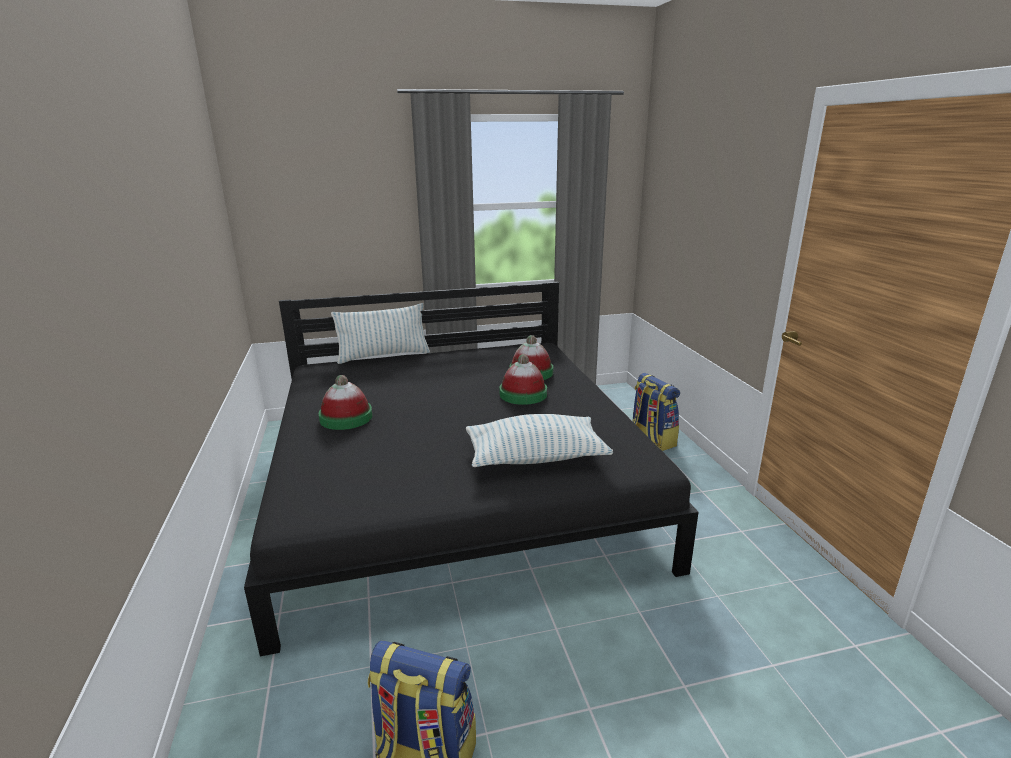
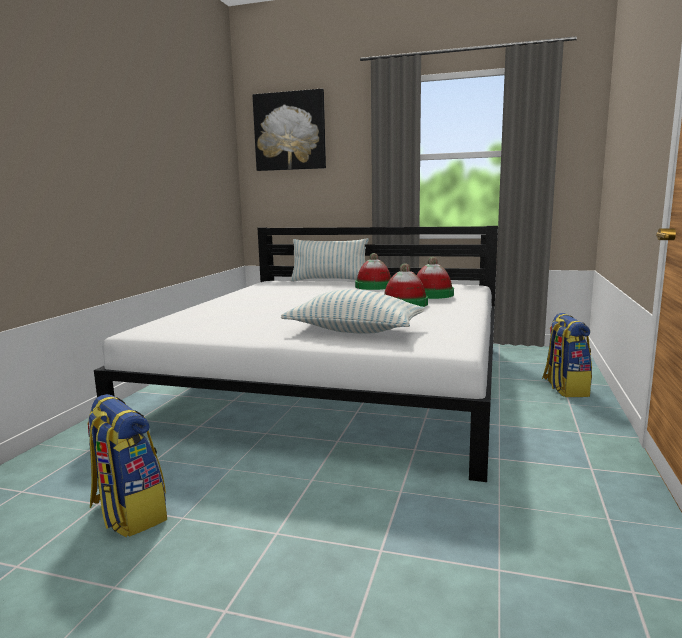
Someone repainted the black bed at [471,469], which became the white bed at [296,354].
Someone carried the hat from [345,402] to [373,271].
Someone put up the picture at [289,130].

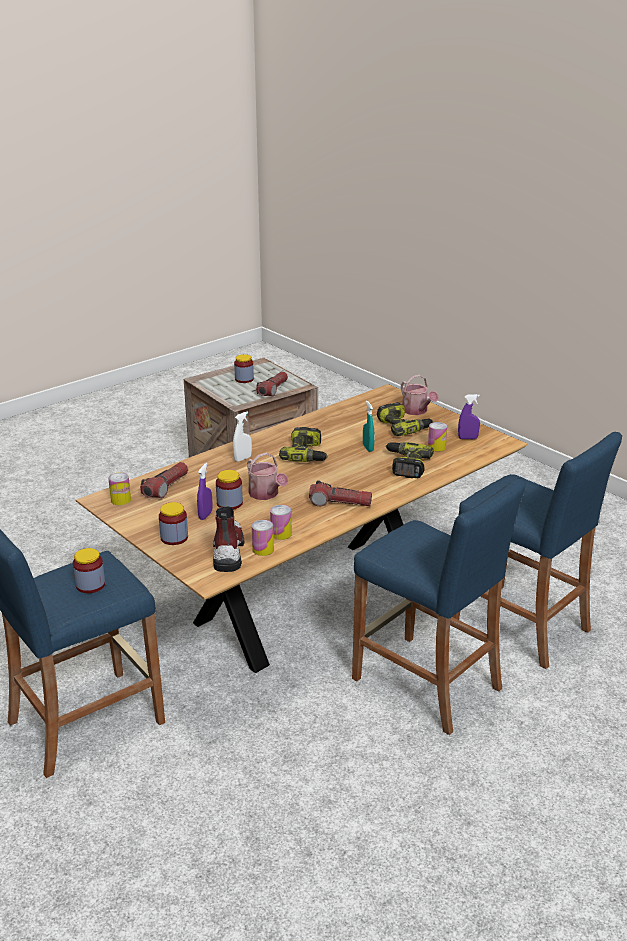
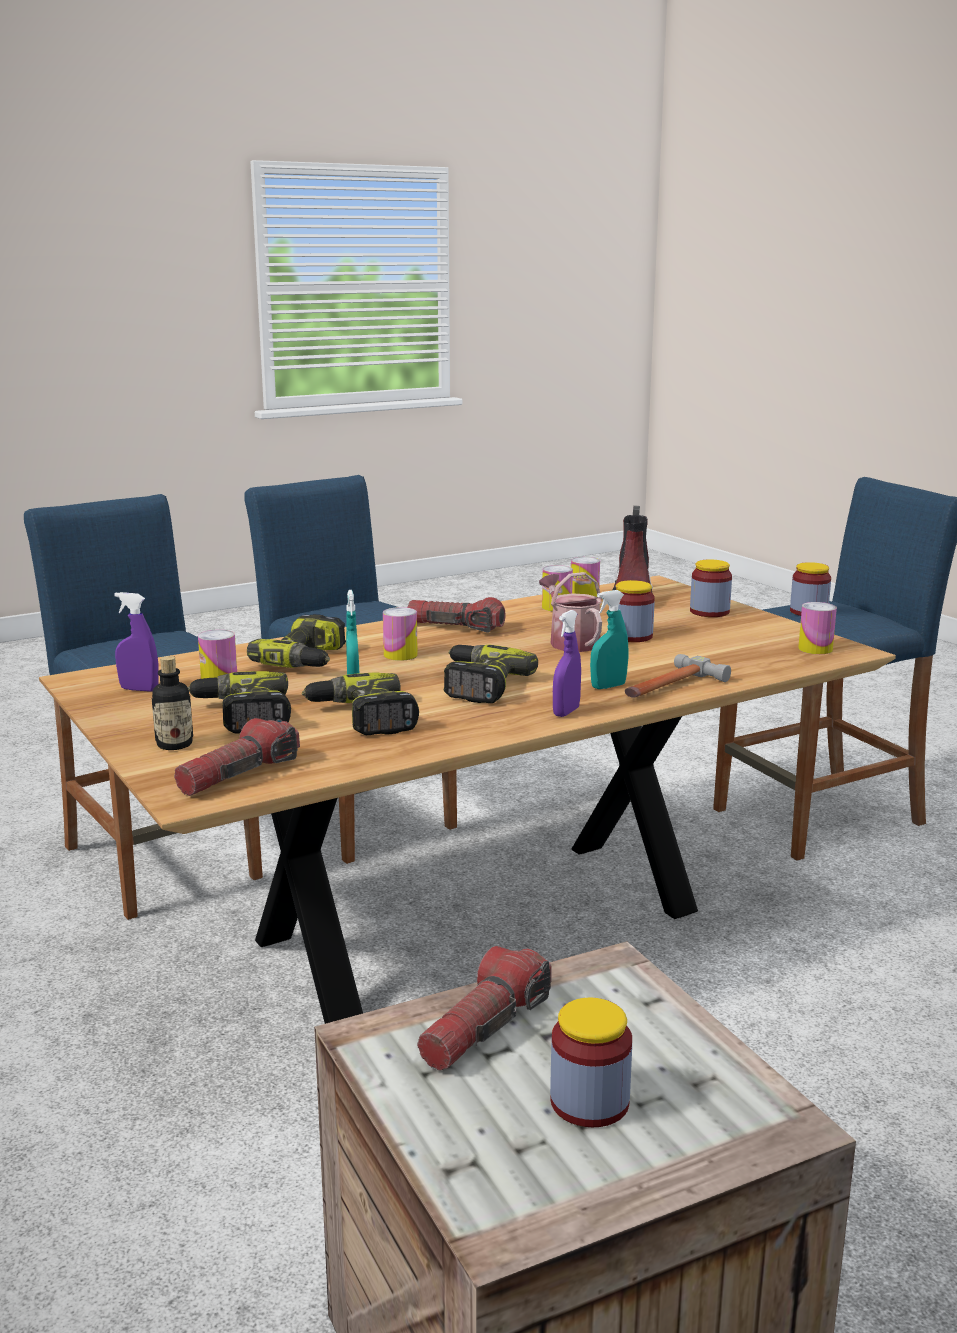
Someone swapped the watering can at [420,395] for the bottle at [172,703].
Someone repainted the white spray bottle at [242,436], which became the turquoise spray bottle at [609,639].
Someone carried the flashlight from [164,480] to [237,757].
Someone carried the purple spray bottle from [205,491] to [567,663].
Someone put down the can at [400,634].
Someone put down the hammer at [678,676].
Someone put down the power drill at [360,704].

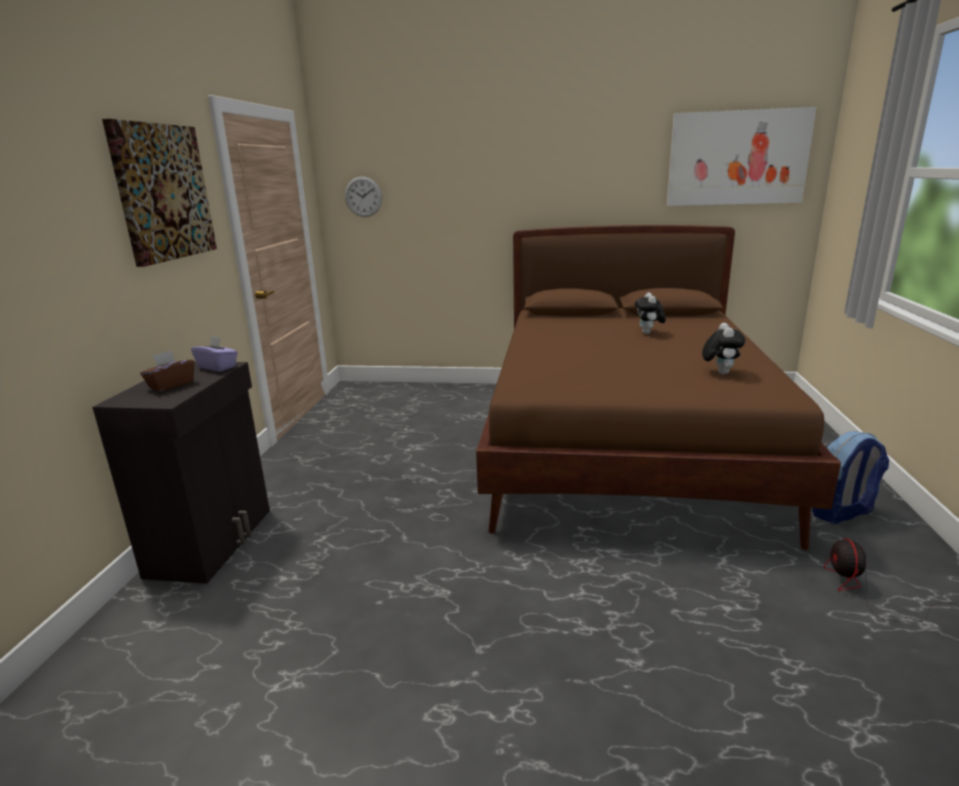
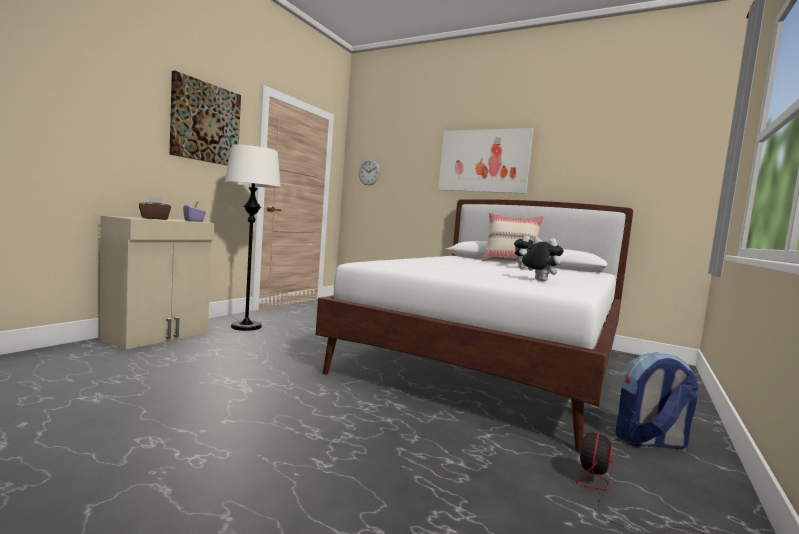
Someone carried the picture from [741,156] to [486,161].
Someone repainted the brown bed at [658,387], which became the white bed at [474,325].
Someone rotated the plush toy at [724,348] by 75 degrees counterclockwise.
Someone repainted the black cabinet at [181,472], which became the beige cabinet at [156,283].
Someone put down the white floor lamp at [253,238].
Someone put down the beige pillow at [513,236].

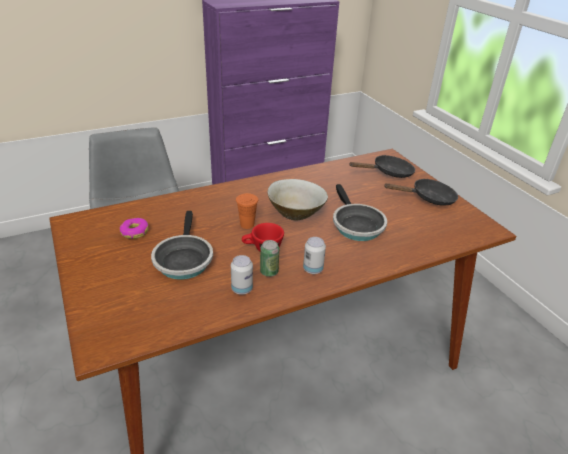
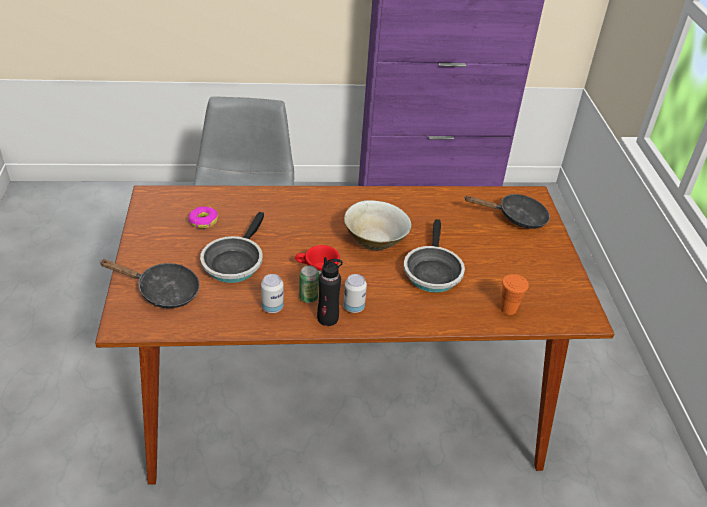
Someone carried the black frying pan from [421,192] to [149,283].
Someone carried the orange cup from [247,211] to [515,294].
Someone put down the black bottle at [330,291].

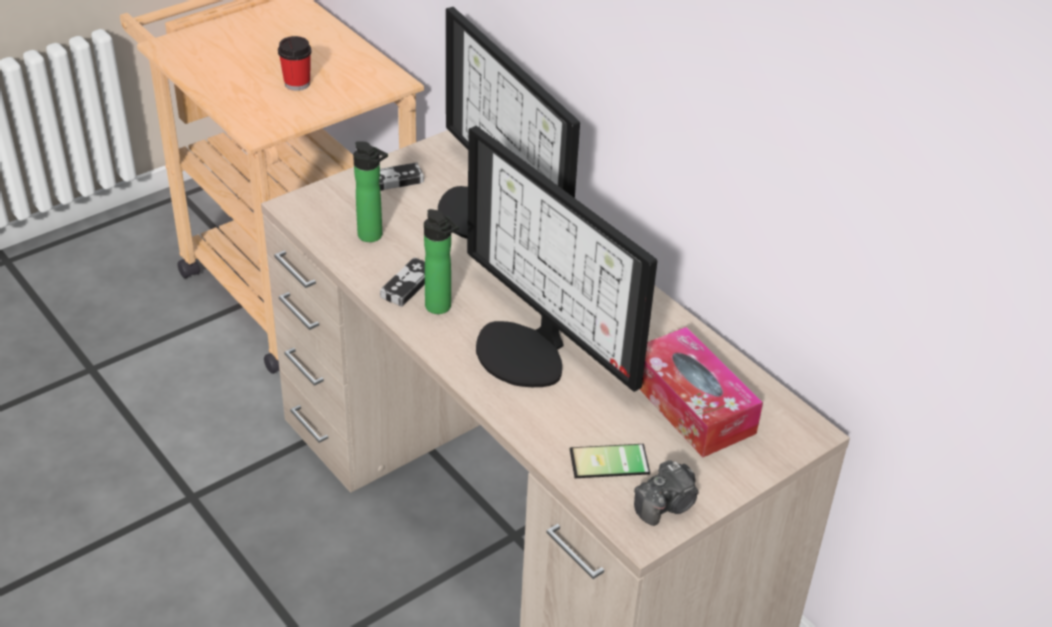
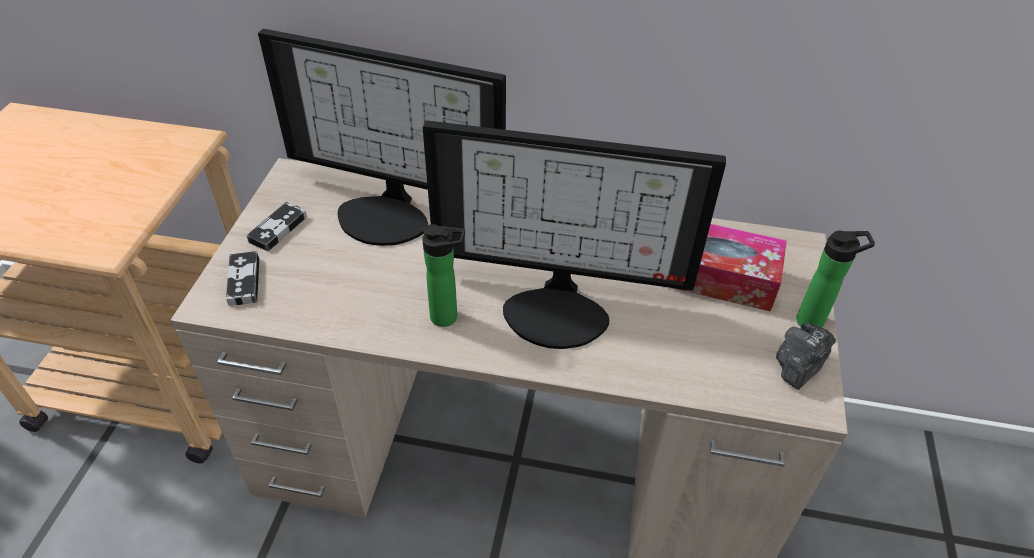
Someone took away the cup at [295,63].
Someone carried the bottle from [370,191] to [835,279].
Someone carried the game controller from [402,282] to [242,278].
Someone took away the phone at [610,461].
Someone rotated the photo camera at [666,493] by 150 degrees counterclockwise.

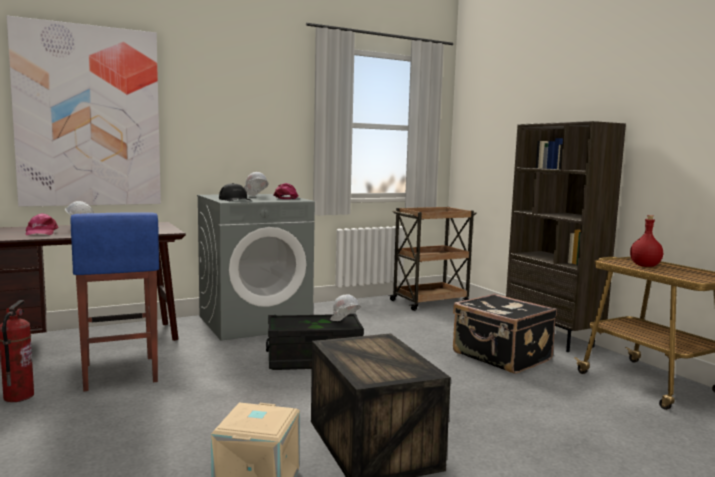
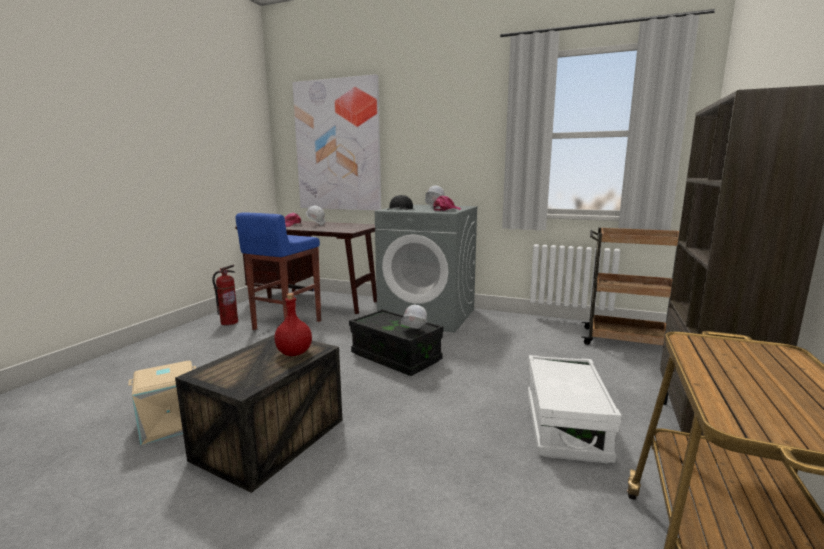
Someone carried the red bottle from [646,241] to [293,324].
Someone swapped the black suitcase at [505,333] for the white storage box at [575,409].

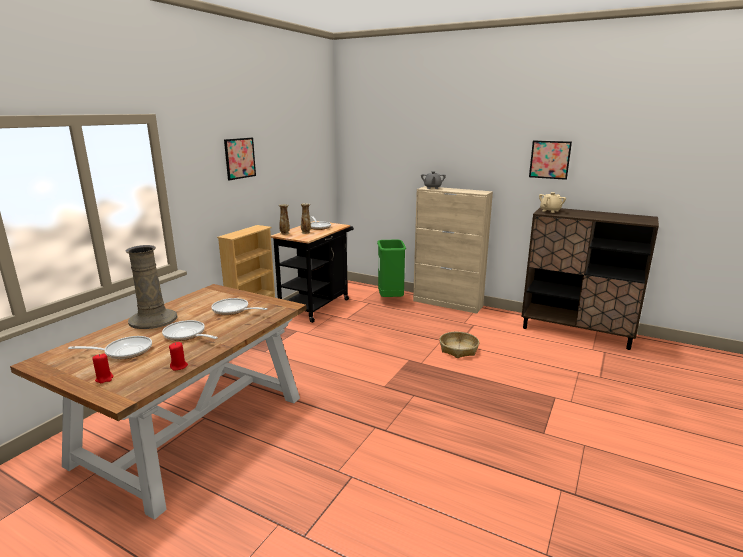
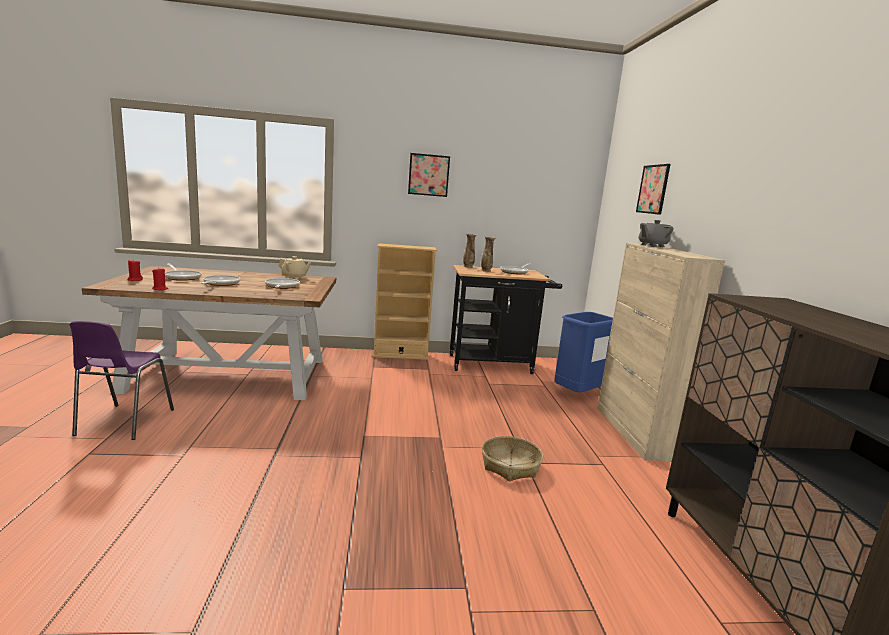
Someone carried the picture from [550,160] to [653,189].
Someone carried the beige teapot from [552,202] to [294,268].
Someone repainted the green trash can at [391,268], which became the blue trash can at [583,352].
Someone took away the beige vase at [152,287].
Someone put down the purple chair at [122,380].

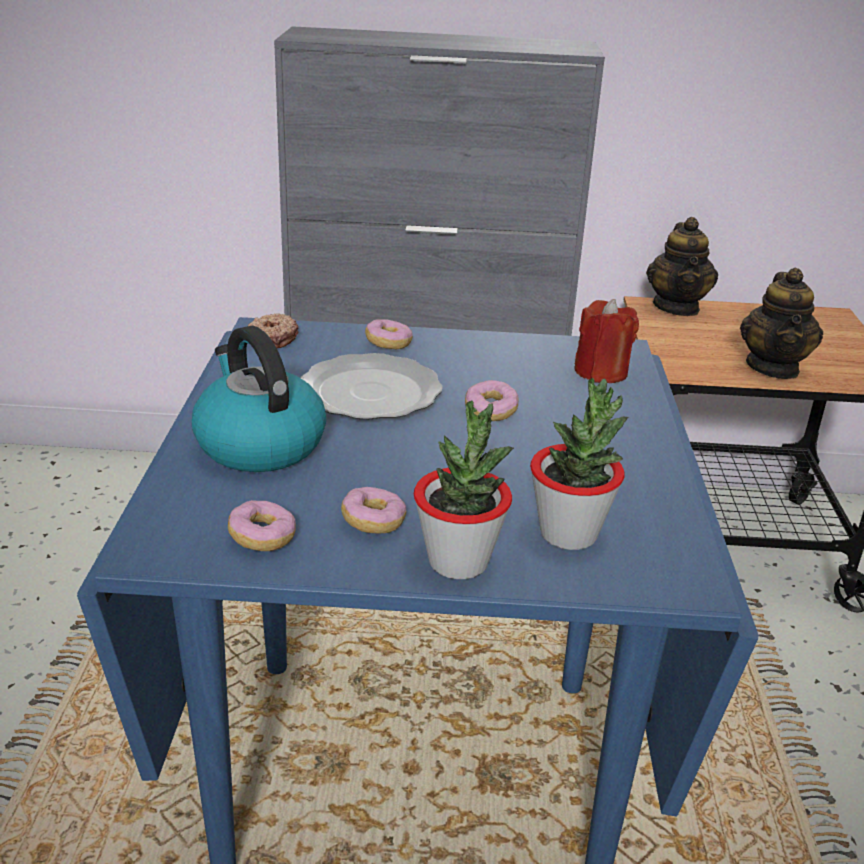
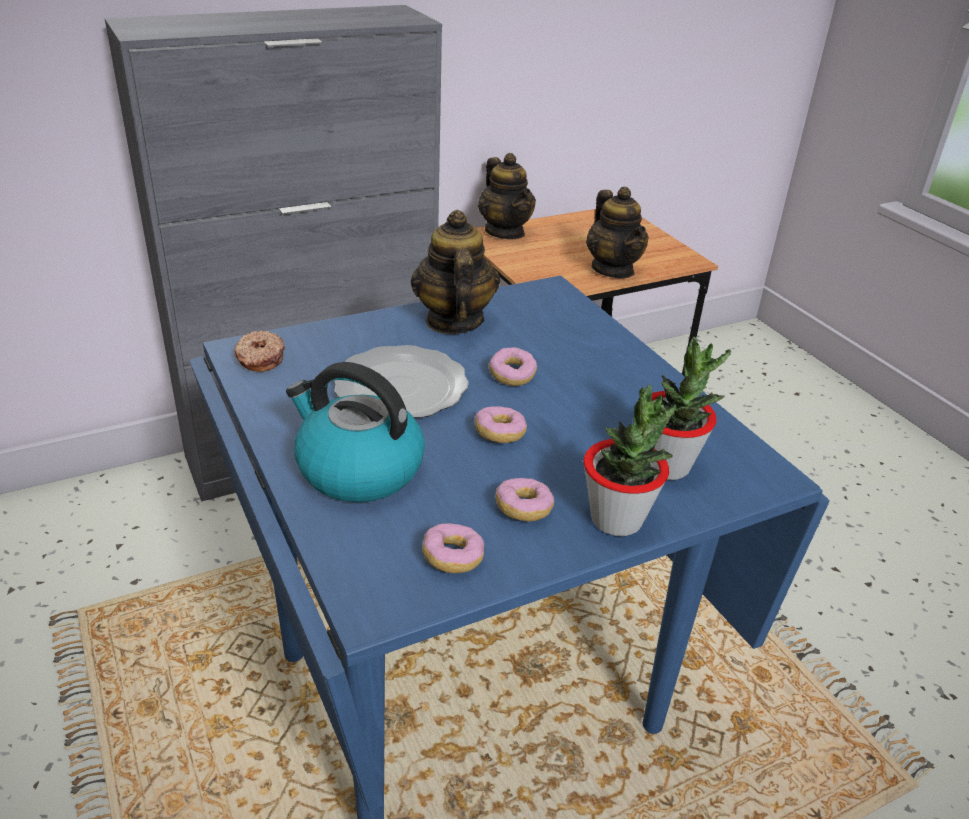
Someone took away the red candle at [606,341].
Someone carried the donut from [389,334] to [501,424].
Someone put down the teapot at [455,272].

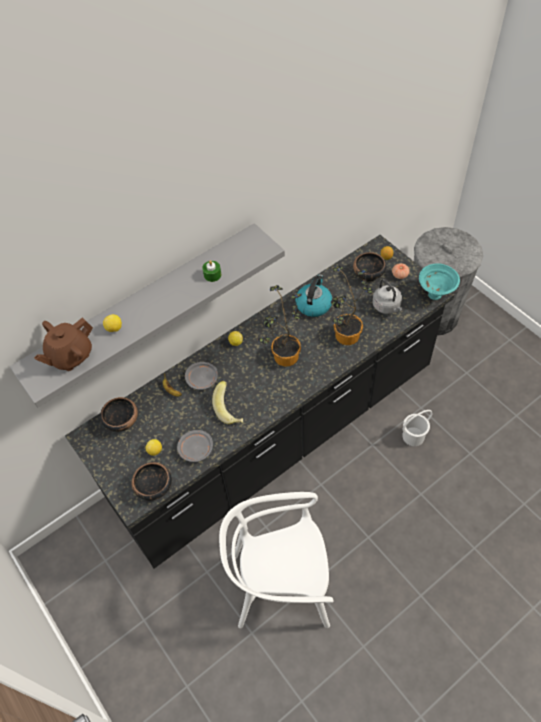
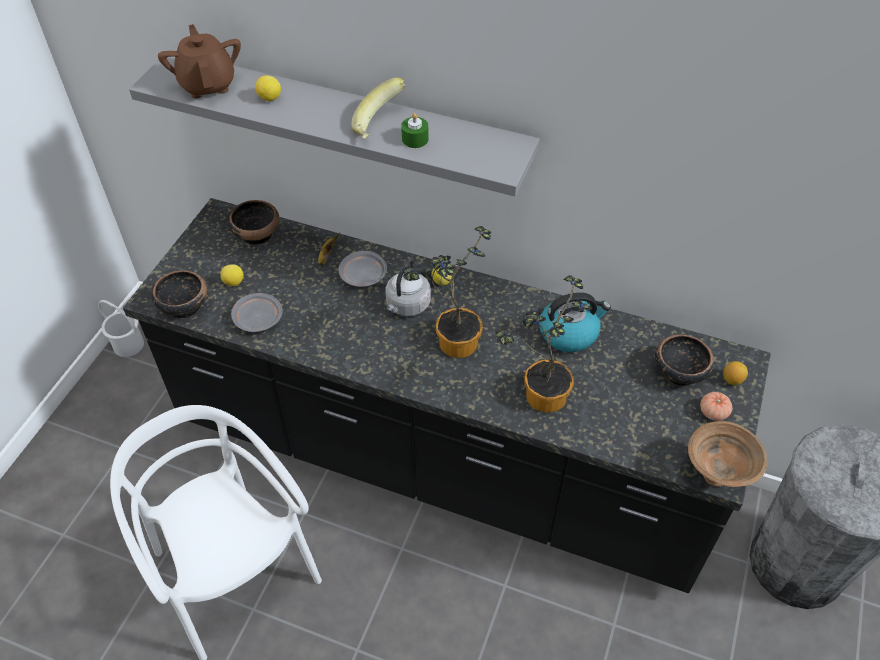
Someone repainted the turquoise bowl at [439,282], which became the brown bowl at [728,454].
Someone carried the grey kettle from [387,296] to [408,287].
Someone rotated the brown teapot at [63,344] by 60 degrees clockwise.
Someone carried the banana from [227,402] to [378,108].
Someone carried the white bucket from [417,428] to [121,328].

